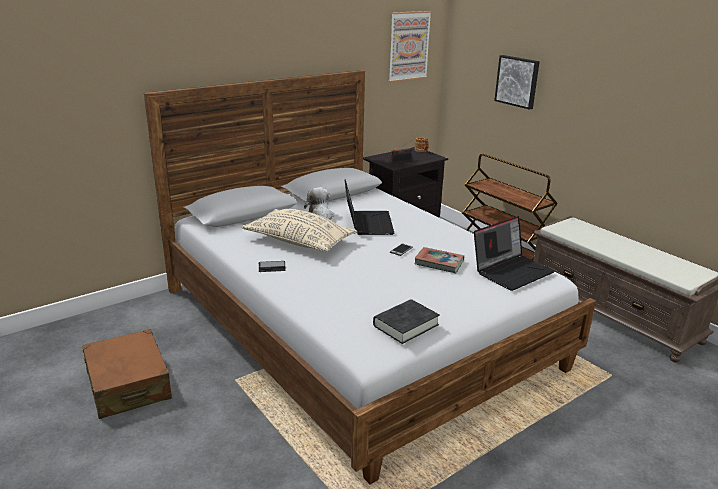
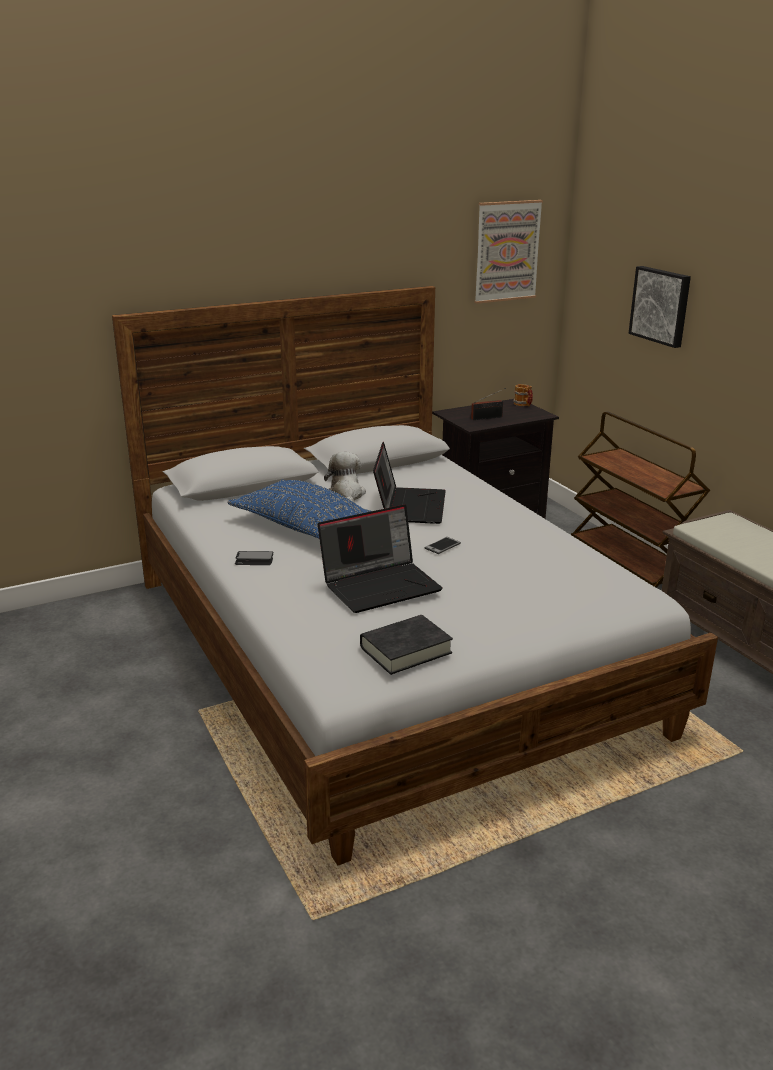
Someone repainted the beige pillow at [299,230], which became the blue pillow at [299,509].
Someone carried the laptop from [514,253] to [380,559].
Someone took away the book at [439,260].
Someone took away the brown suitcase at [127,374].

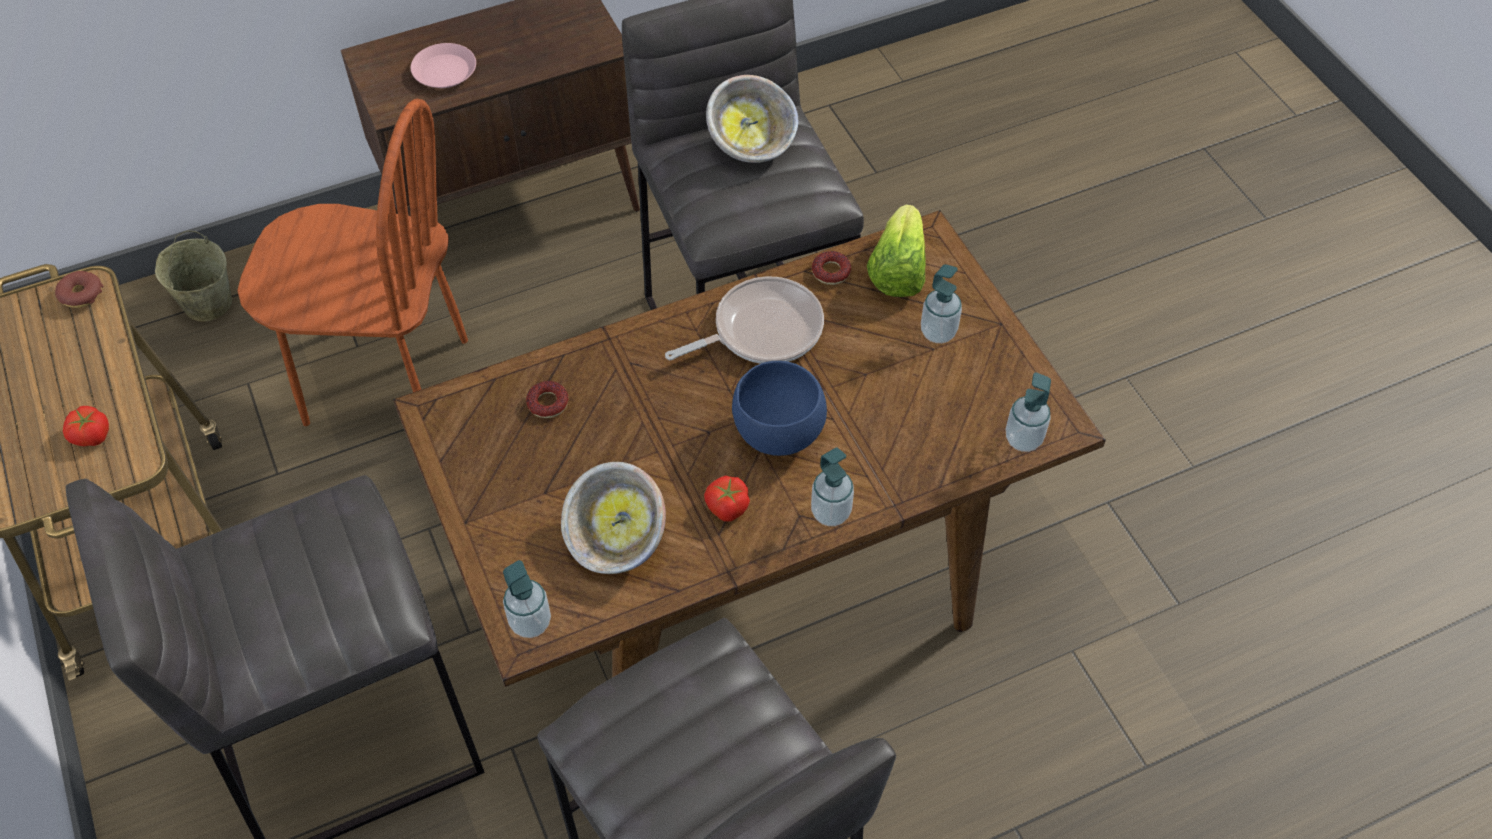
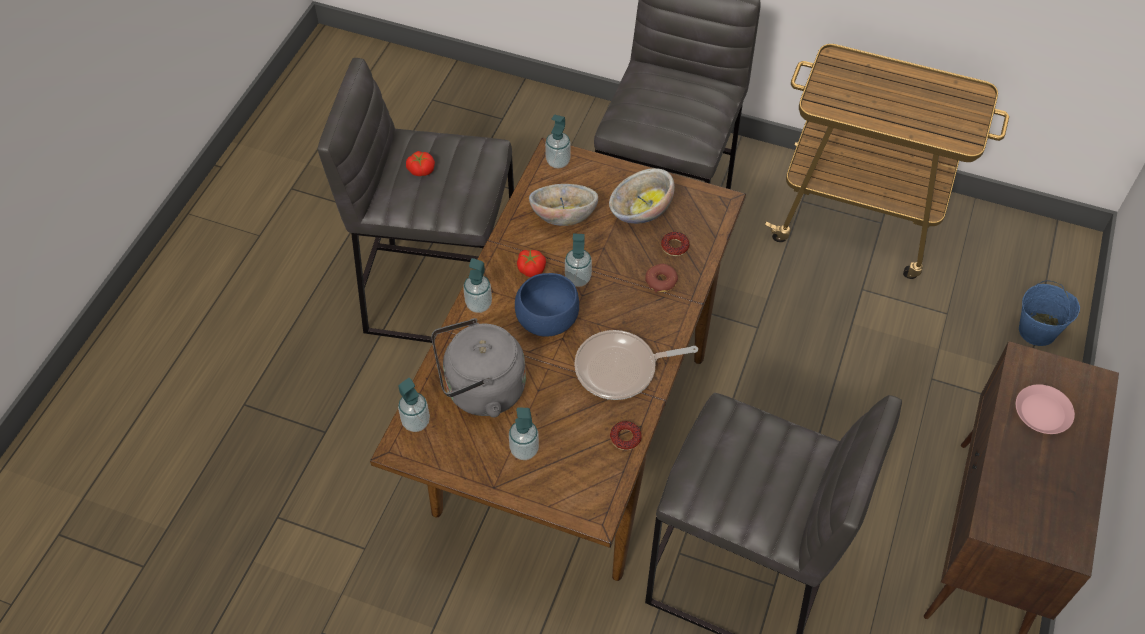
Someone carried the bowl from [752,119] to [642,196].
Someone took away the brown chair at [352,262].
Someone took away the lettuce at [896,251].
Someone repainted the beige bucket at [193,276], which became the blue bucket at [1049,313].
Someone carried the donut from [79,289] to [661,278].
Someone rotated the frying pan at [744,320] by 60 degrees clockwise.
Someone carried the tomato from [86,426] to [420,163].
Someone put down the soap dispenser at [578,260].
Someone put down the grey kettle at [478,367].

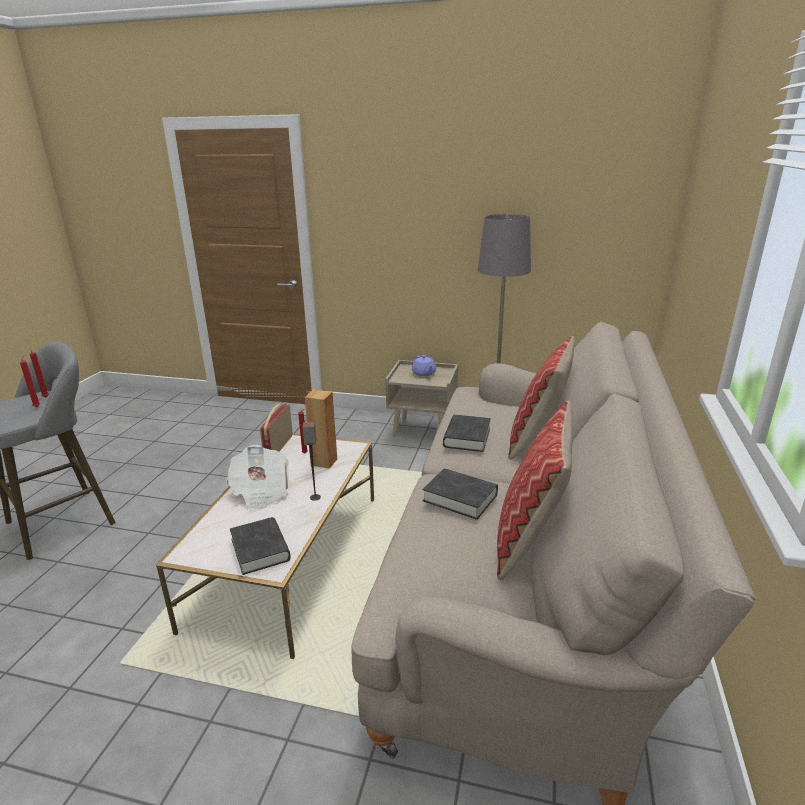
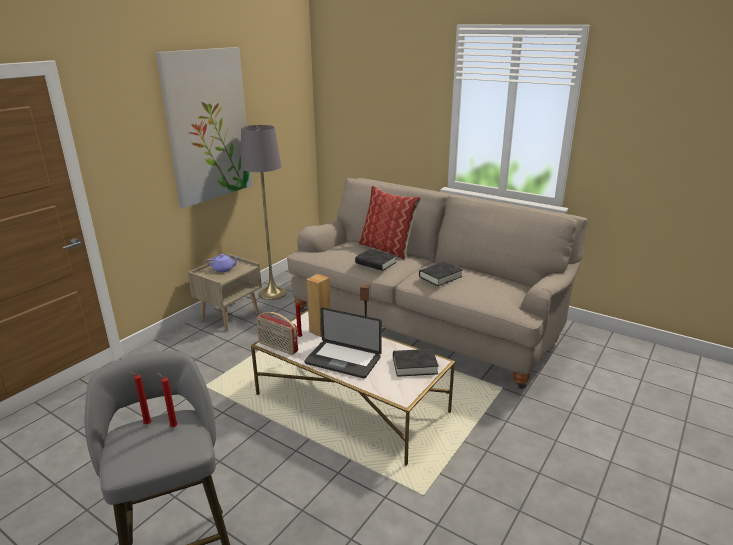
Someone took away the pillow at [535,490].
Someone swapped the newspaper at [258,478] for the laptop at [343,343].
Someone put up the picture at [204,127].

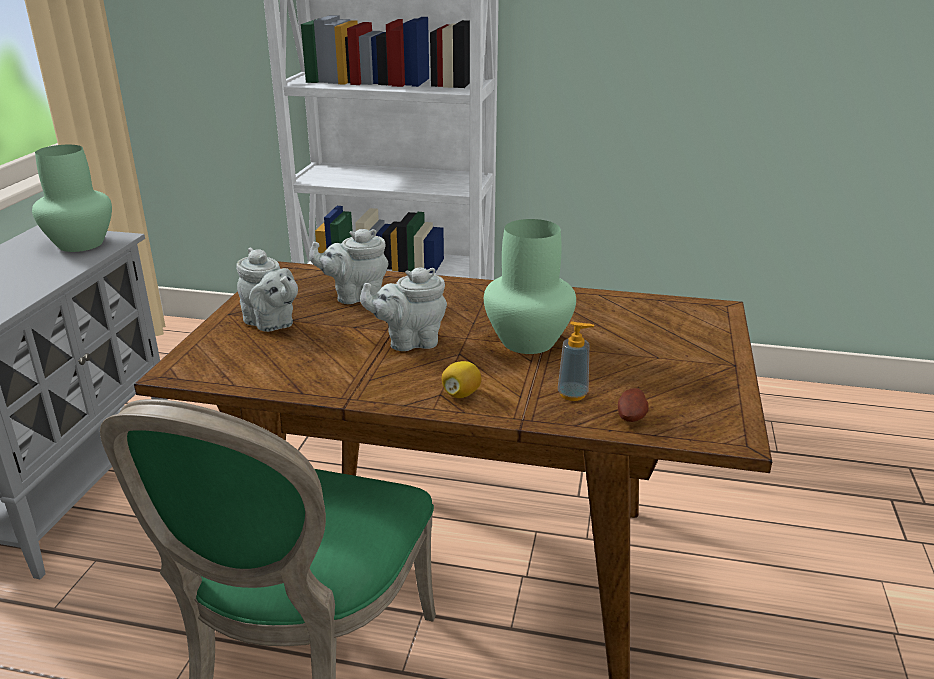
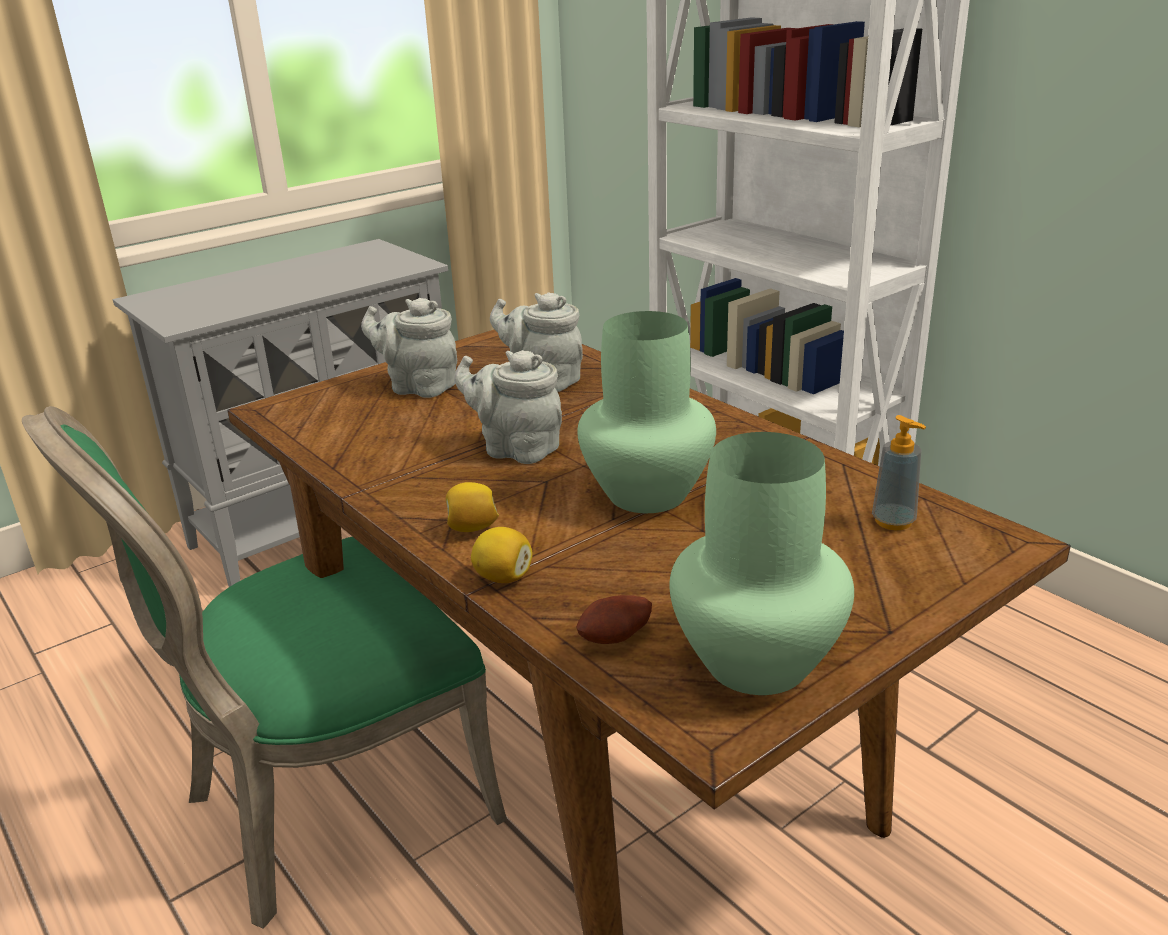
Someone carried the green vase from [72,198] to [761,563].
Someone rotated the grey teapot at [267,289] by 120 degrees clockwise.
Someone carried the soap dispenser from [576,361] to [899,472].
Someone put down the lemon at [502,555].

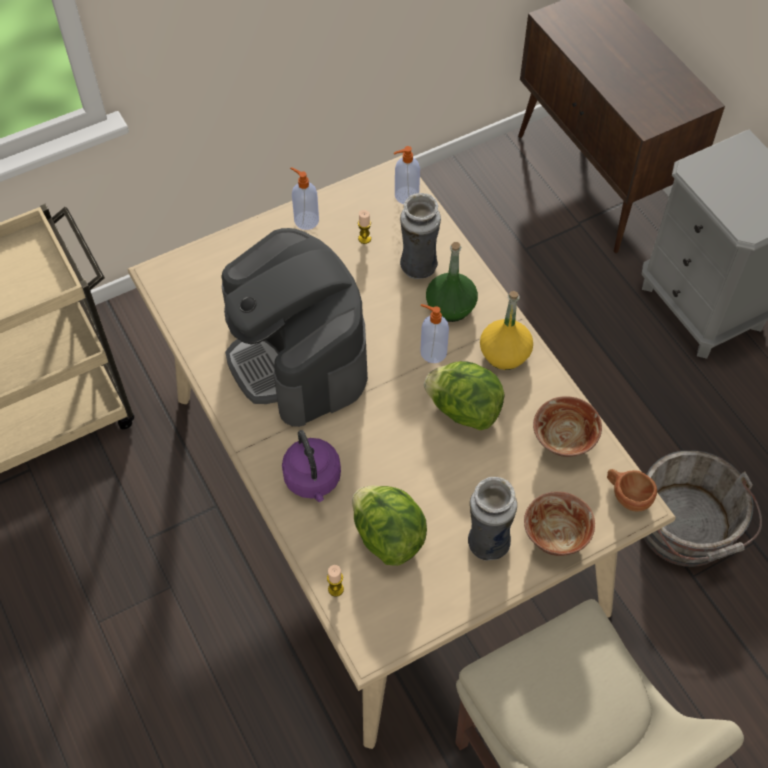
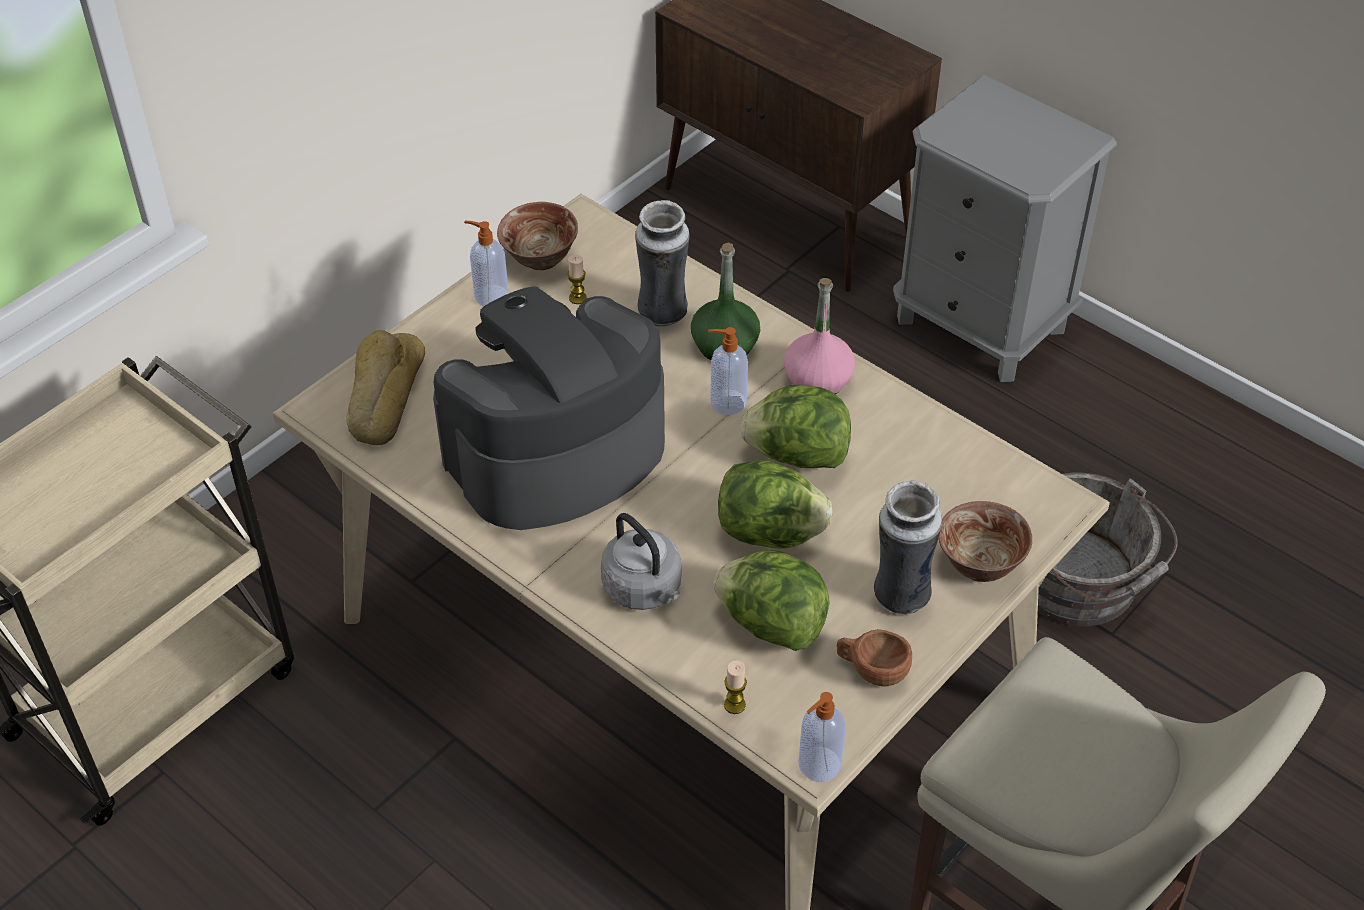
Someone carried the soap dispenser from [407,175] to [822,737].
Someone rotated the coffee machine at [294,327] by 105 degrees clockwise.
Someone repainted the yellow bottle at [506,330], which became the pink bottle at [819,336].
Someone carried the bowl from [567,426] to [537,236].
Someone repainted the purple kettle at [311,466], which became the grey kettle at [641,561].
Someone carried the brown cup from [632,490] to [874,657].
Someone put down the bread at [385,387].
Someone put down the lettuce at [775,504].

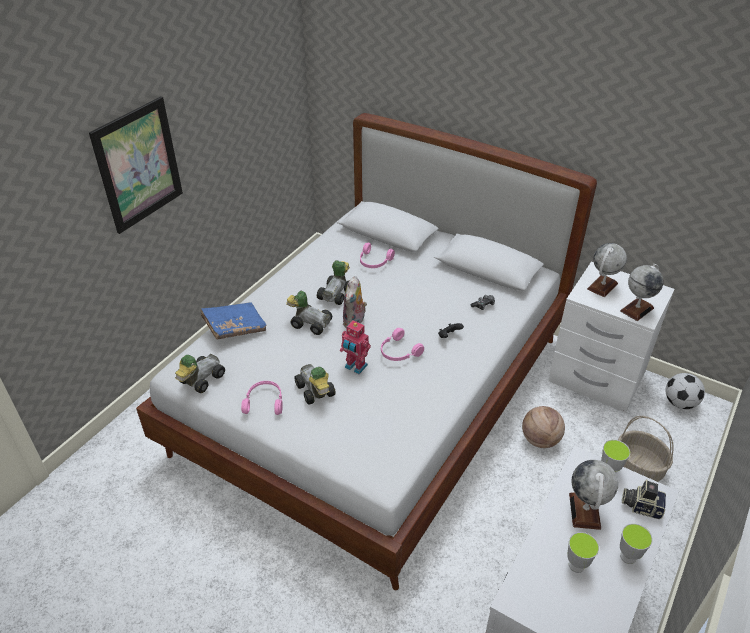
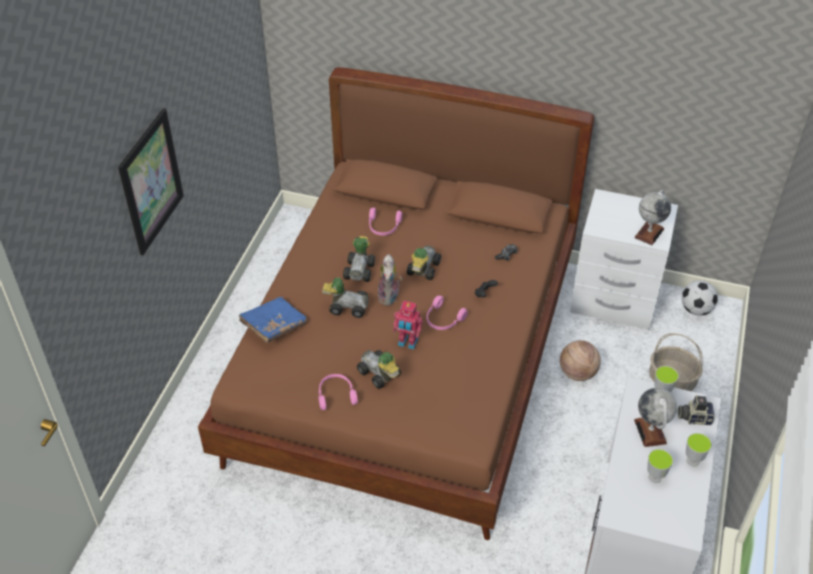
Someone repainted the white bed at [366,351], which became the brown bed at [396,303].
Someone took away the globe at [607,270].
Someone carried the toy car from [200,373] to [424,262].

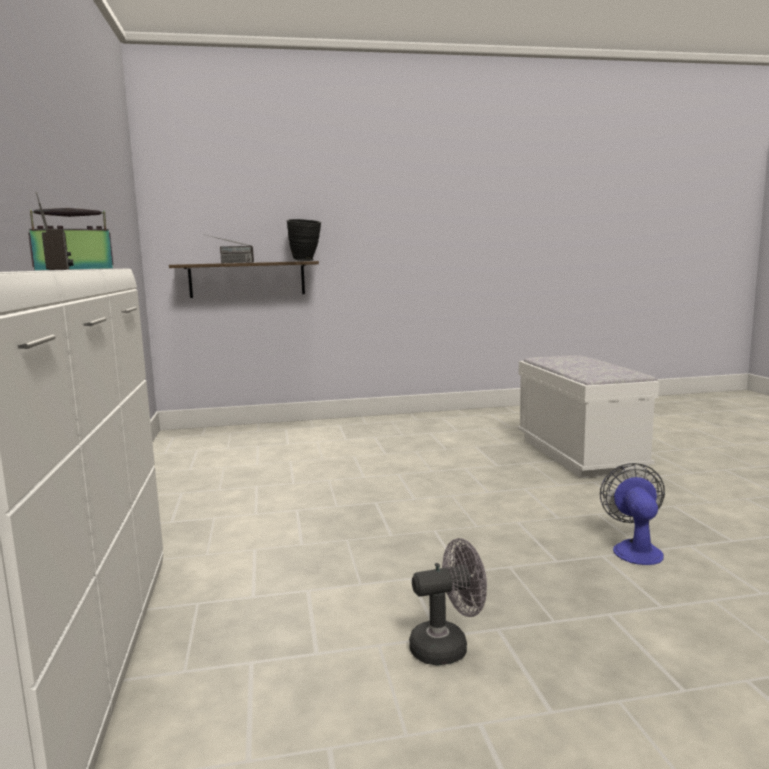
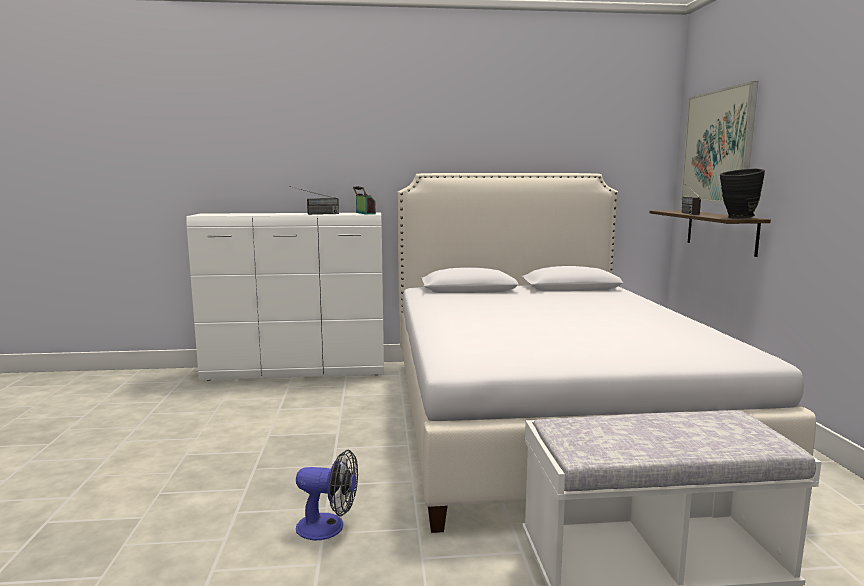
Someone took away the grey fan at [448,601].
Someone put up the picture at [719,142].
Someone put down the white bed at [606,353].

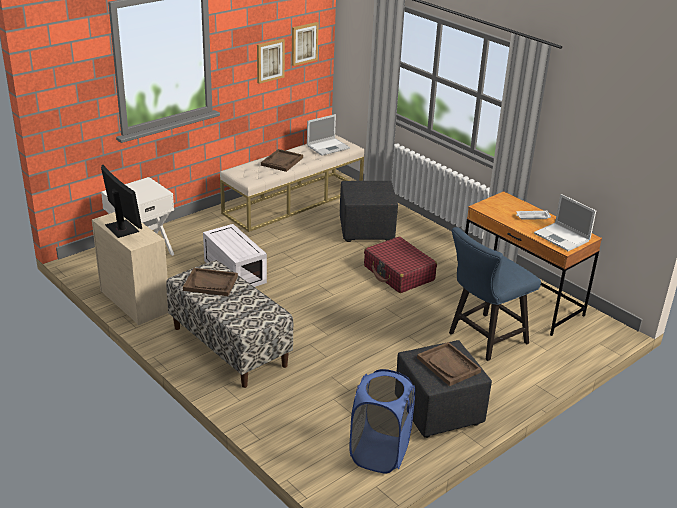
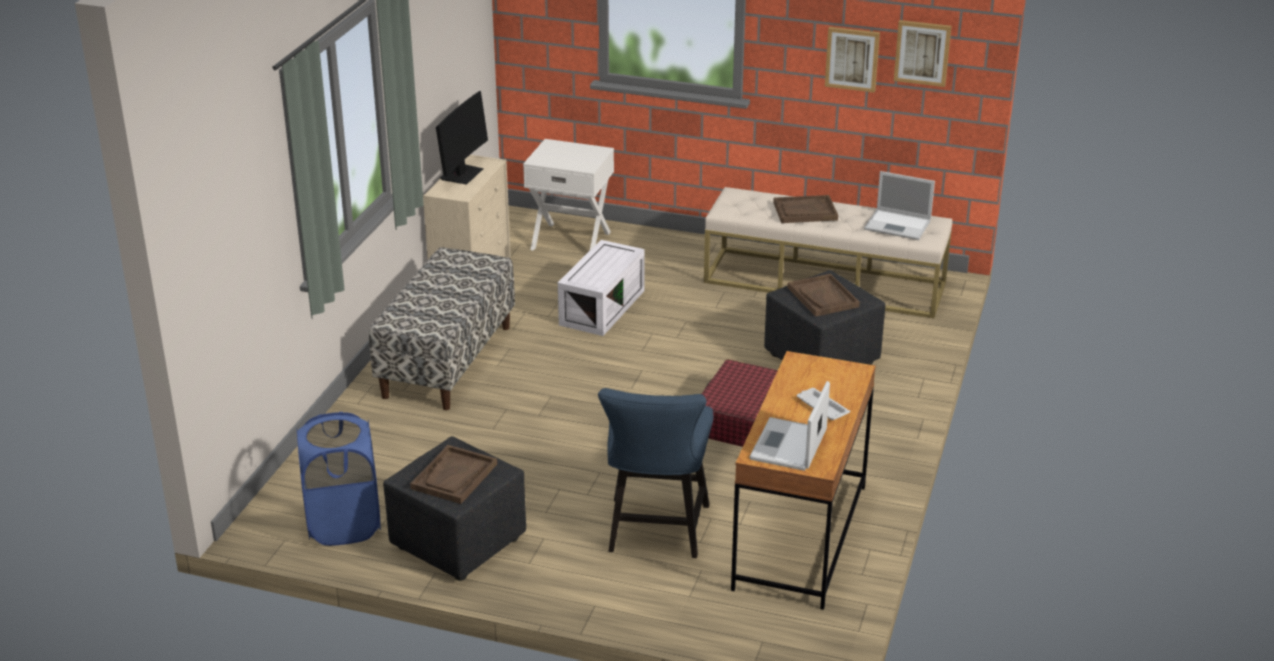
Someone rotated the blue chair at [495,294] by 105 degrees counterclockwise.
Someone carried the brown tray from [210,282] to [823,295].

